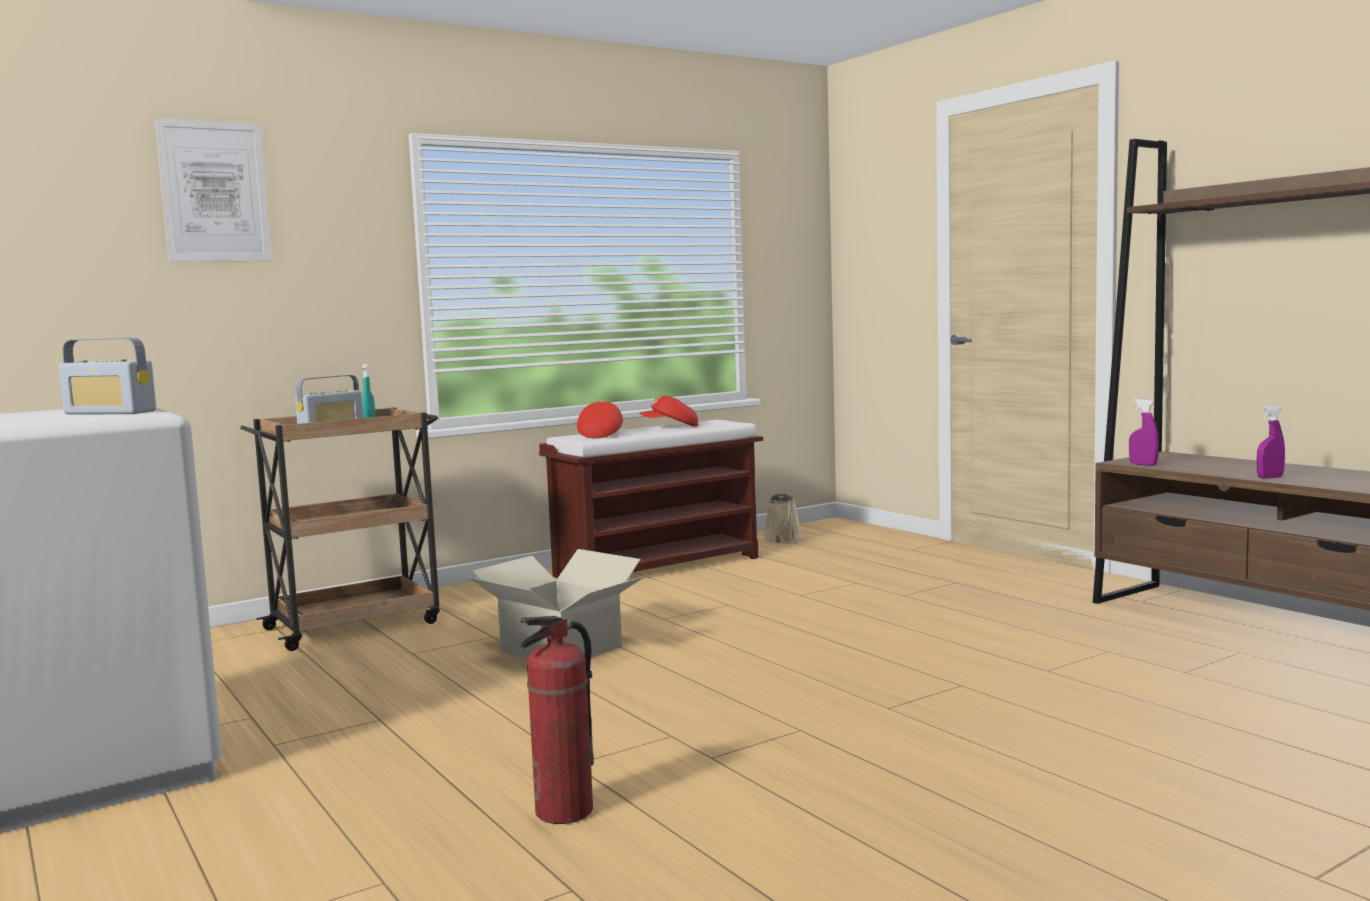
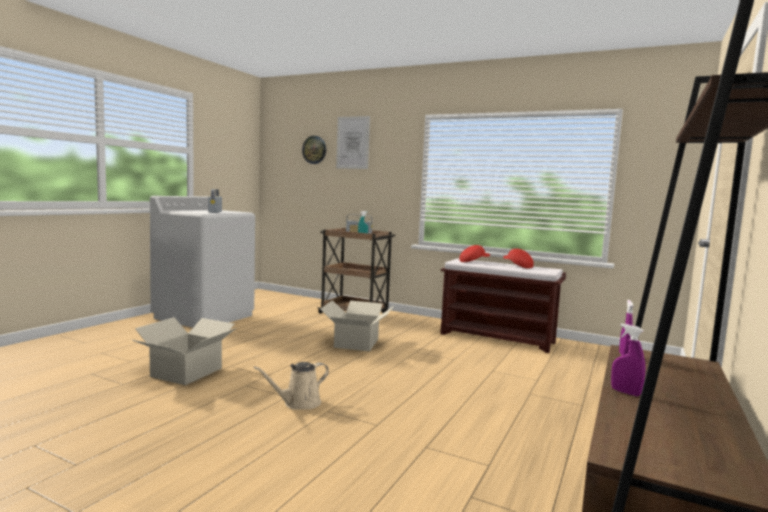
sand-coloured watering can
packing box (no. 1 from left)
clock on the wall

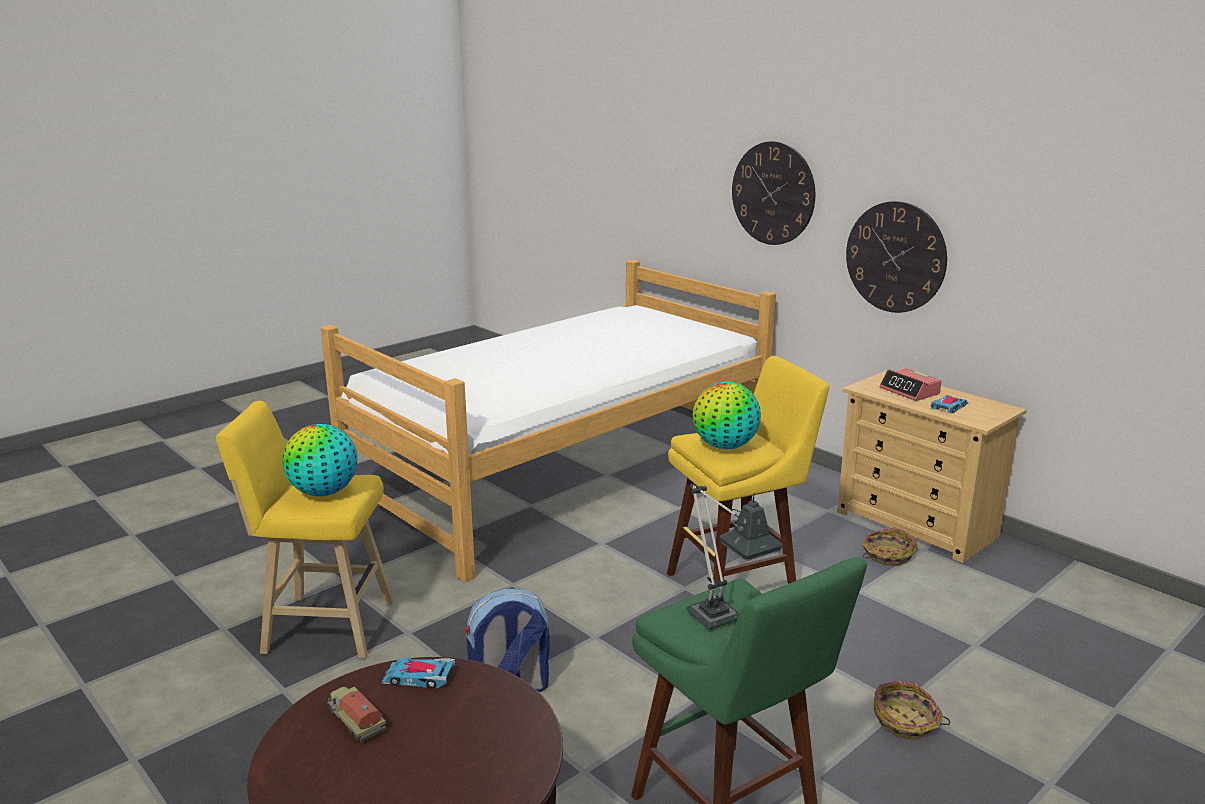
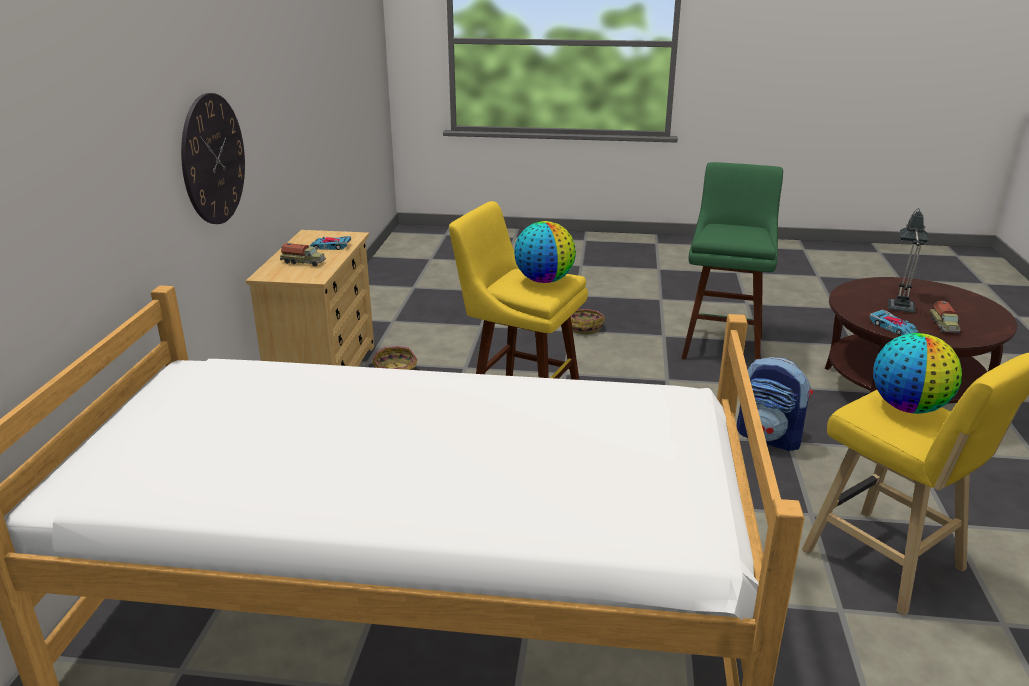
clock on the wall (no. 1 from left in the first image)
model truck (no. 1 from left)
lamp for a table

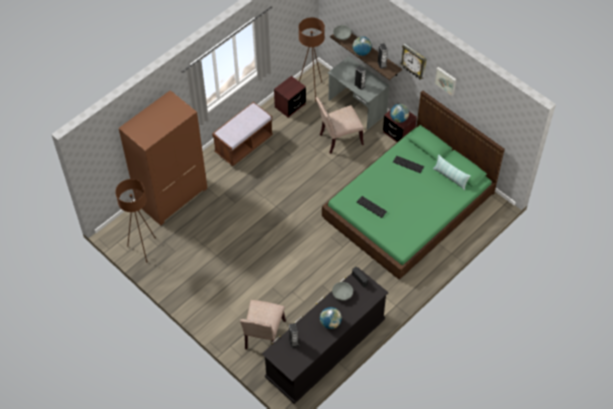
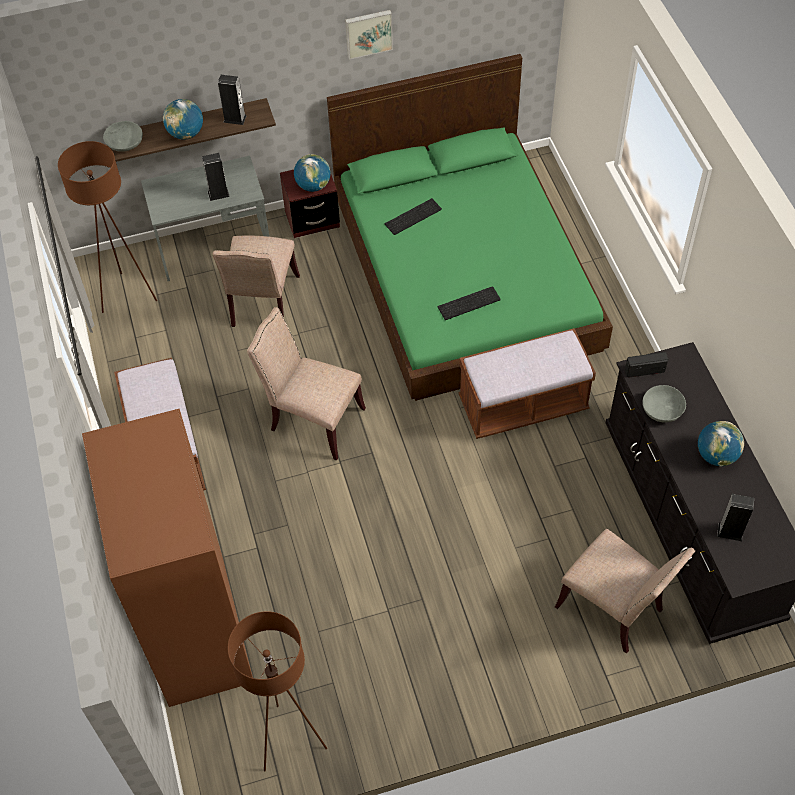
clock on the wall
brown-coloured nightstand (no. 1 from left in the first image)
cushion
sand-coloured plain chair (no. 2 from left)
brown-coloured indoor bench (no. 2 from left)

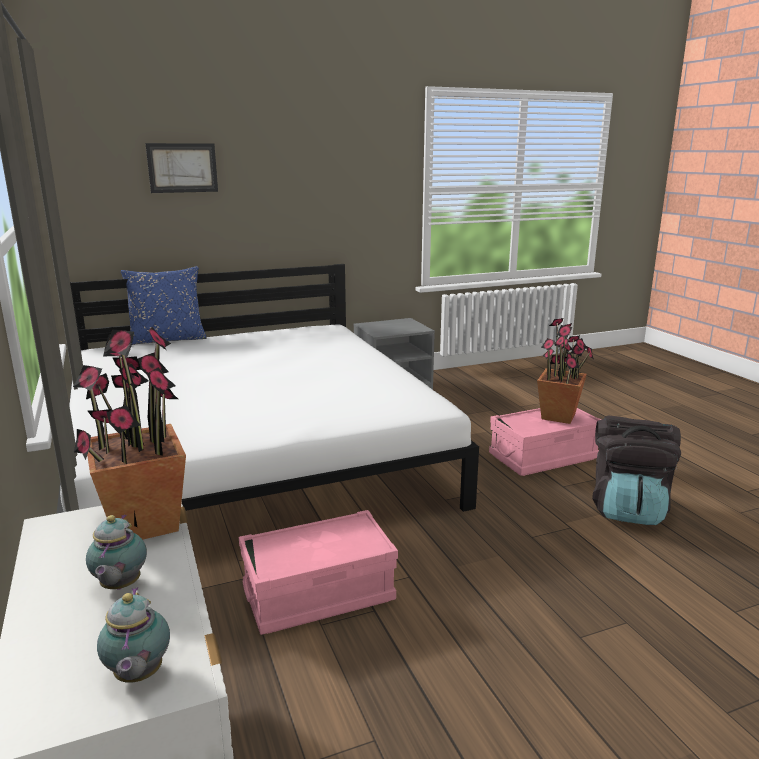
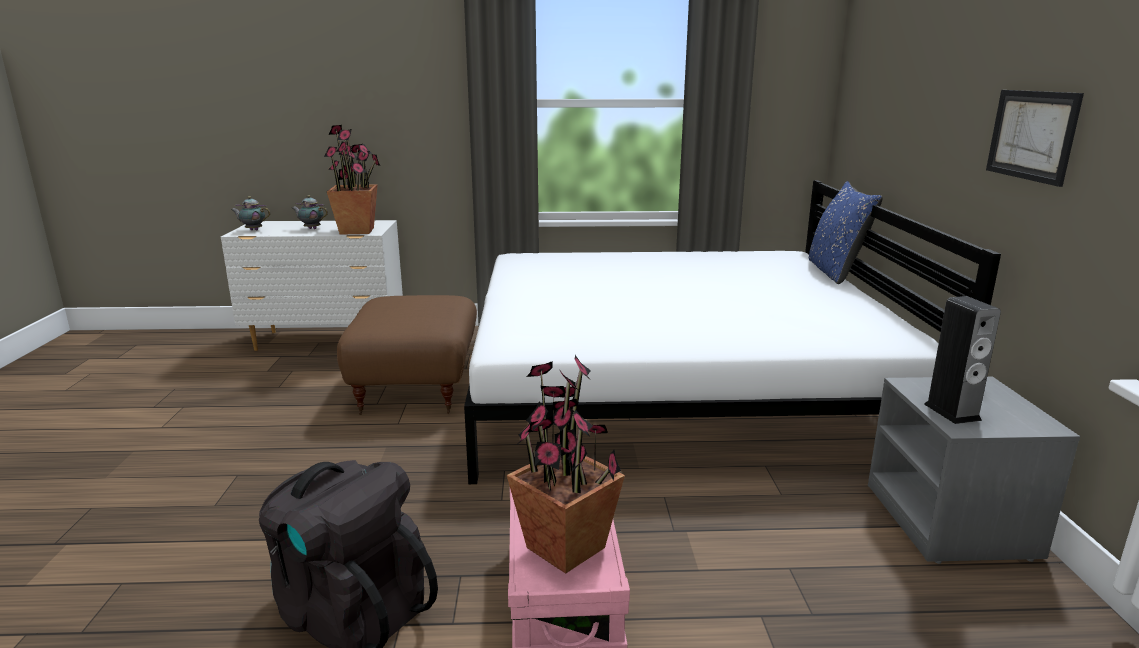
wall picture
brown-coloured footrest
loudspeaker

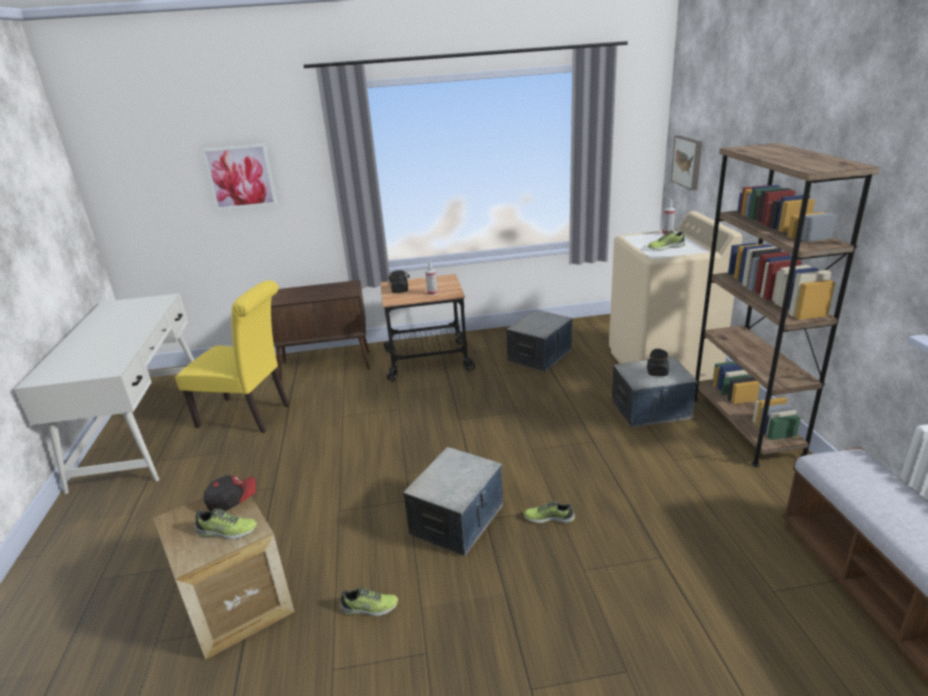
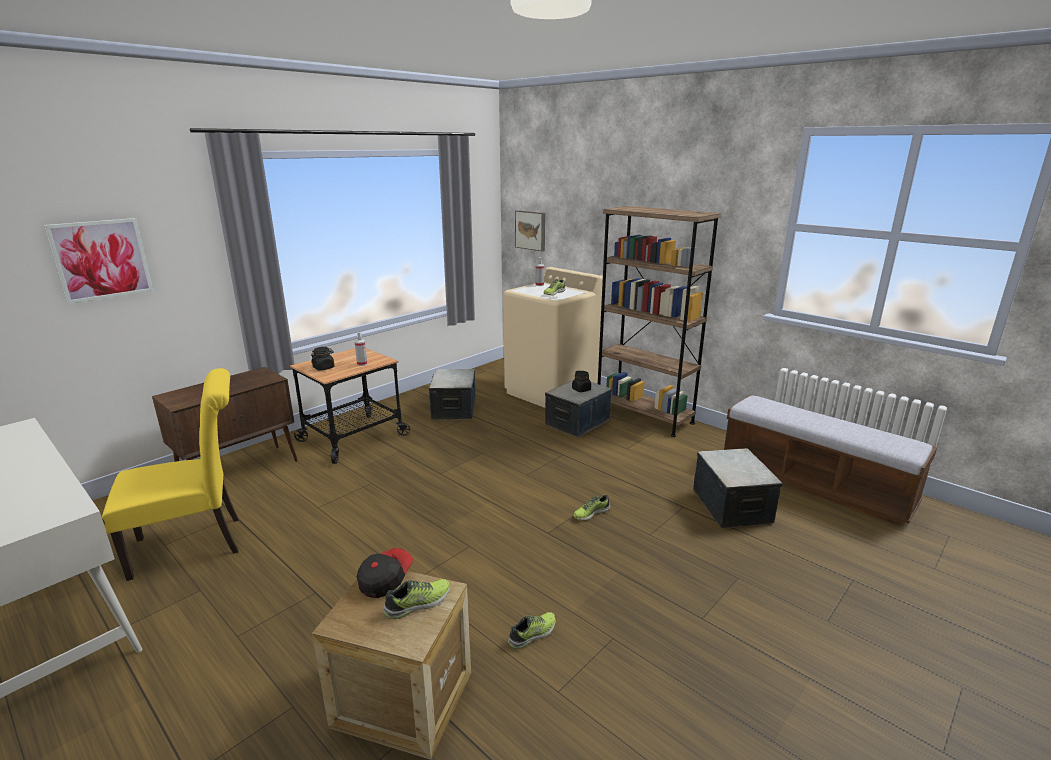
storage container (no. 3 from left)

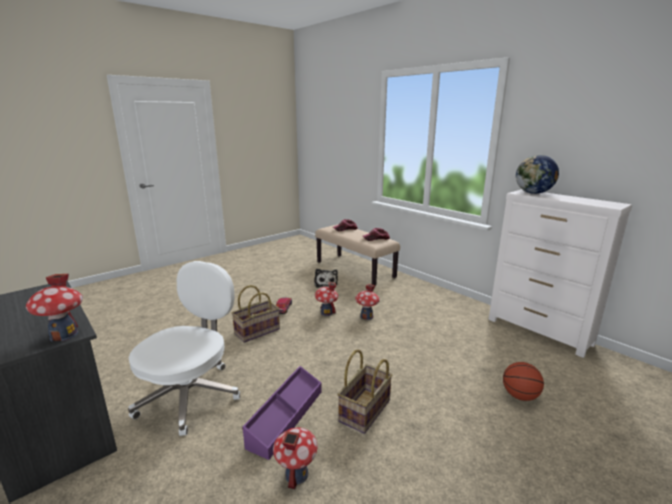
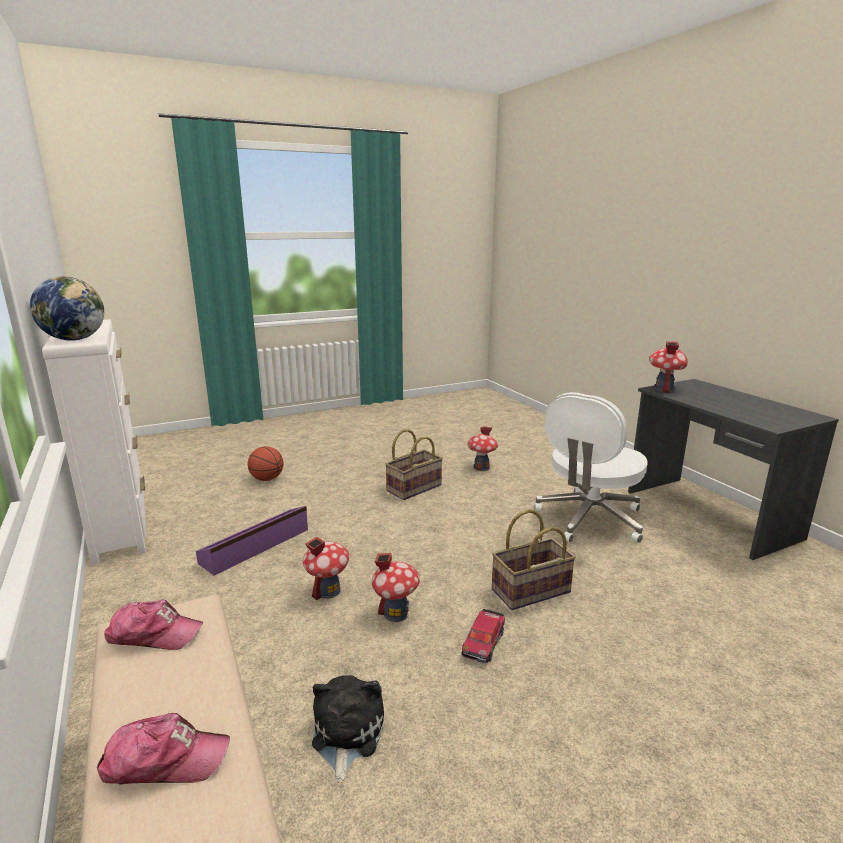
purple storage container

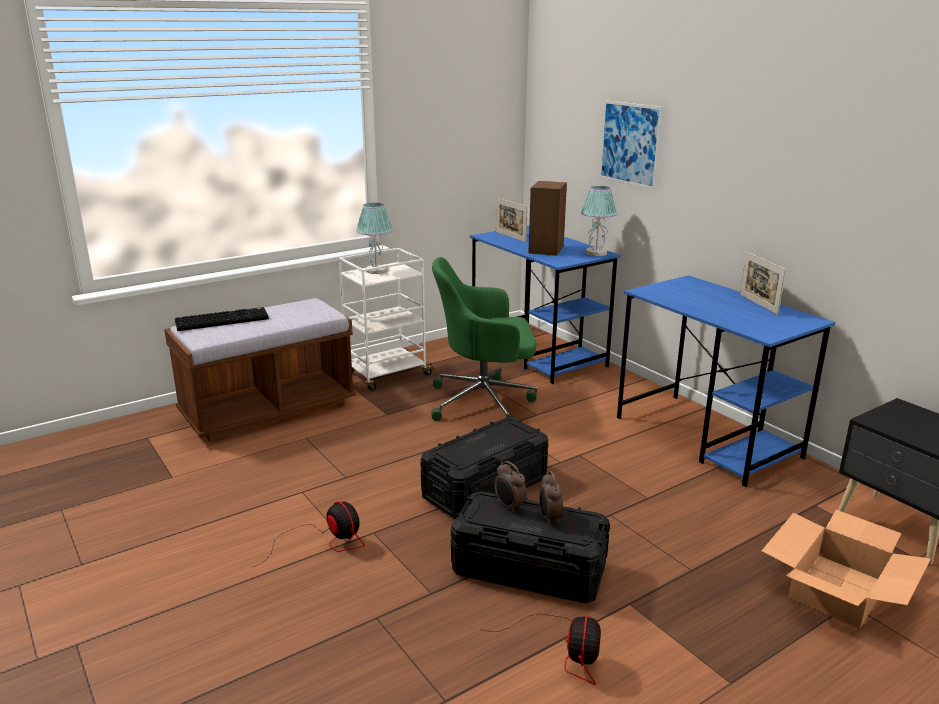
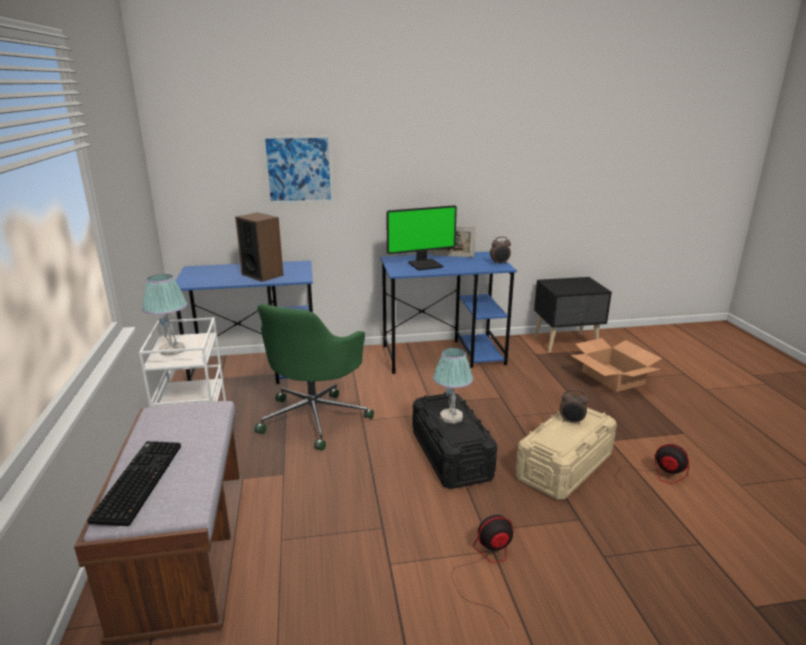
lamp for a table (no. 2 from left)
photo frame (no. 1 from left in the first image)
alarm clock (no. 1 from left)
sand-coloured storage container
monitor

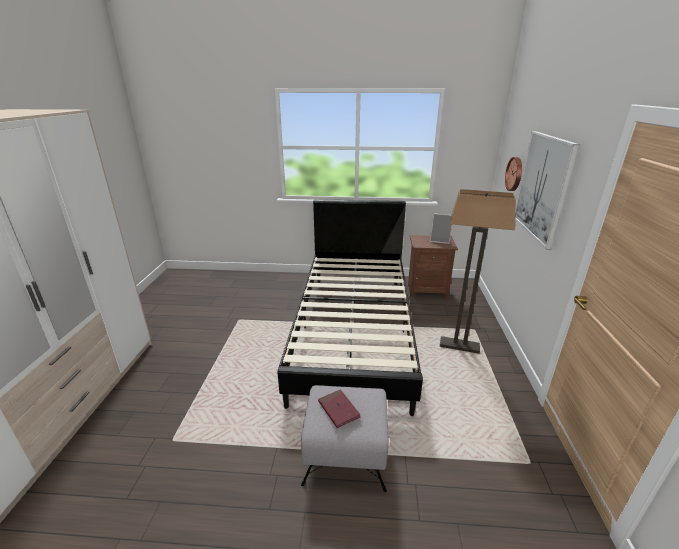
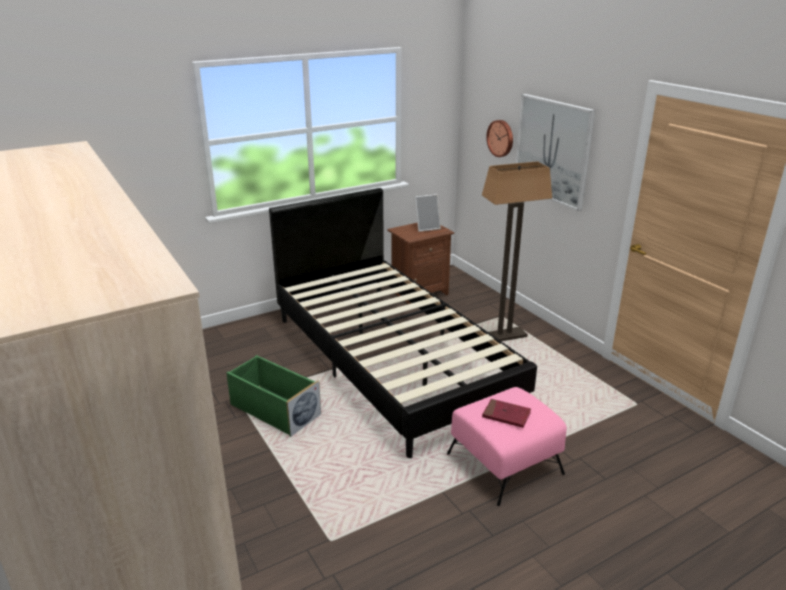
pink-coloured footrest
greenish storage container

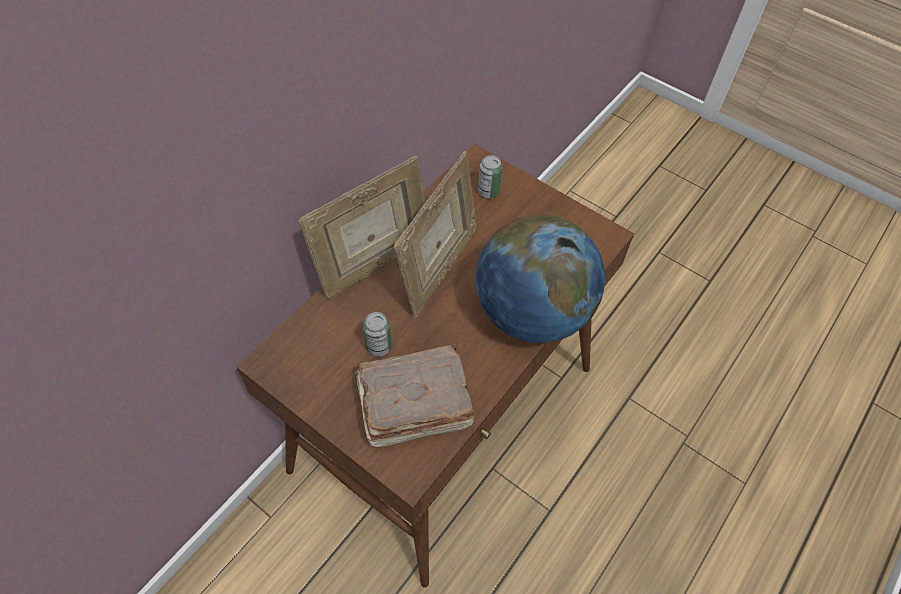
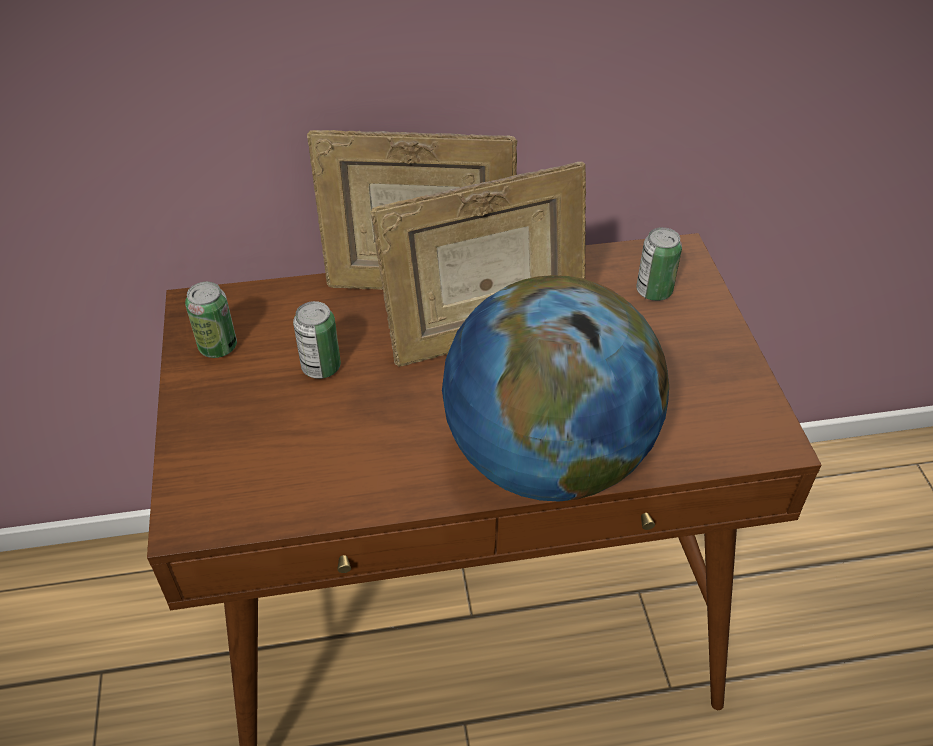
brown-coloured book
metal can (no. 1 from left)

